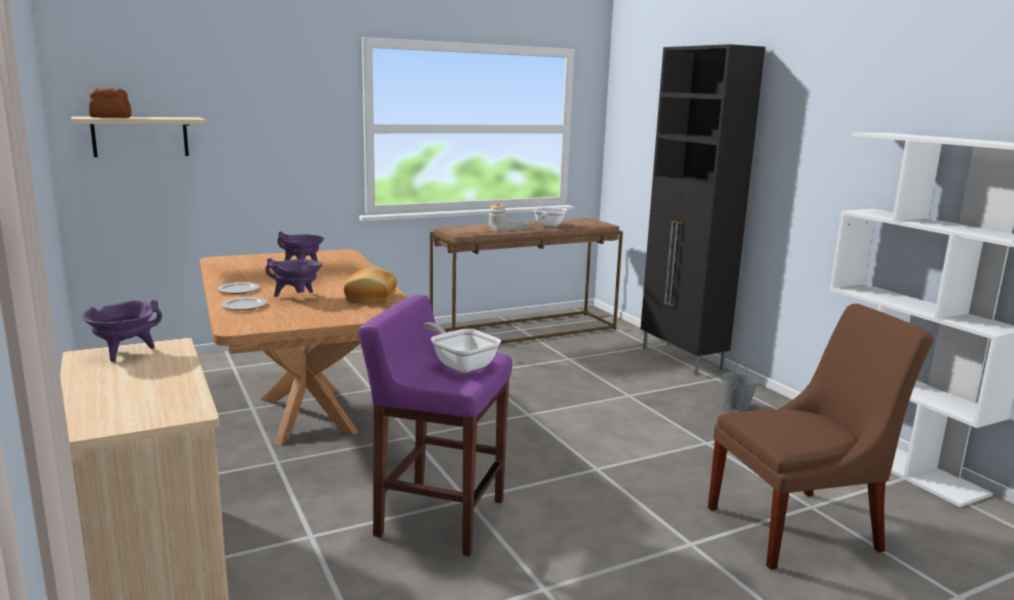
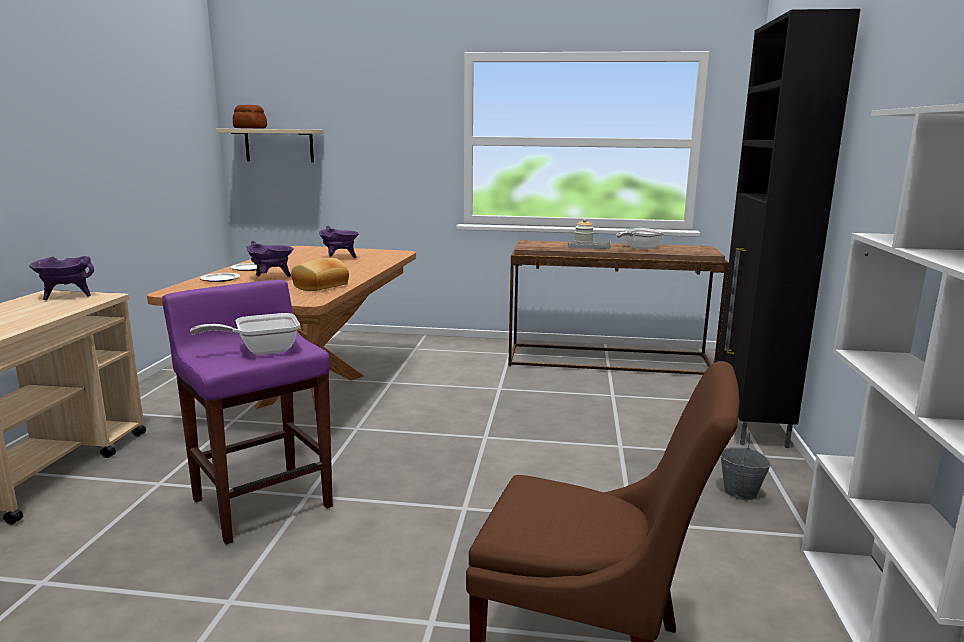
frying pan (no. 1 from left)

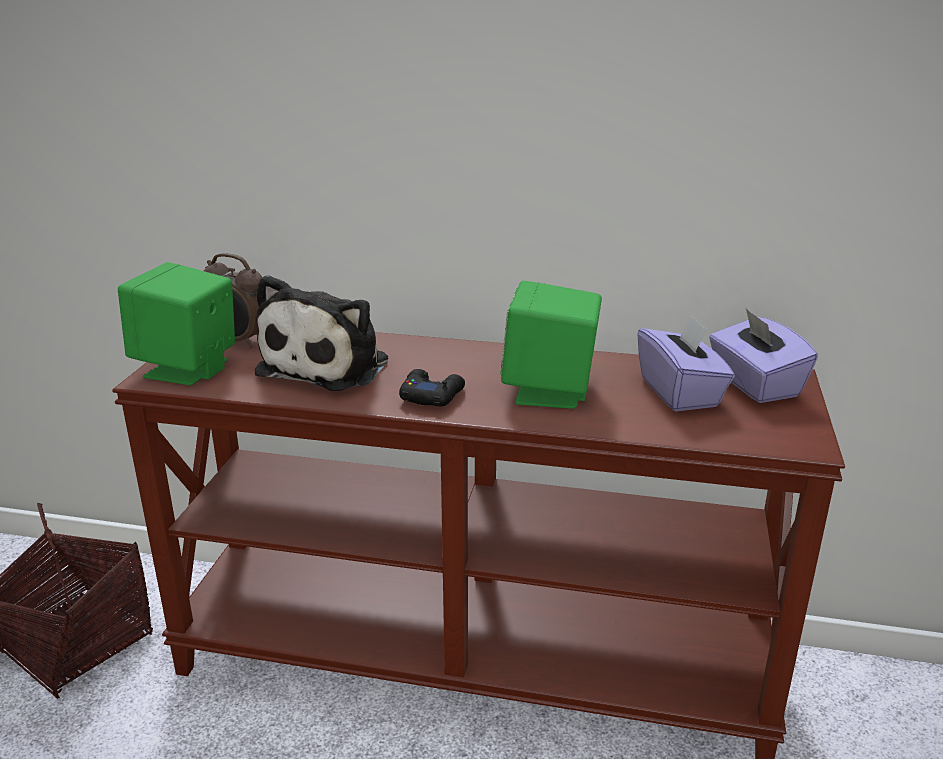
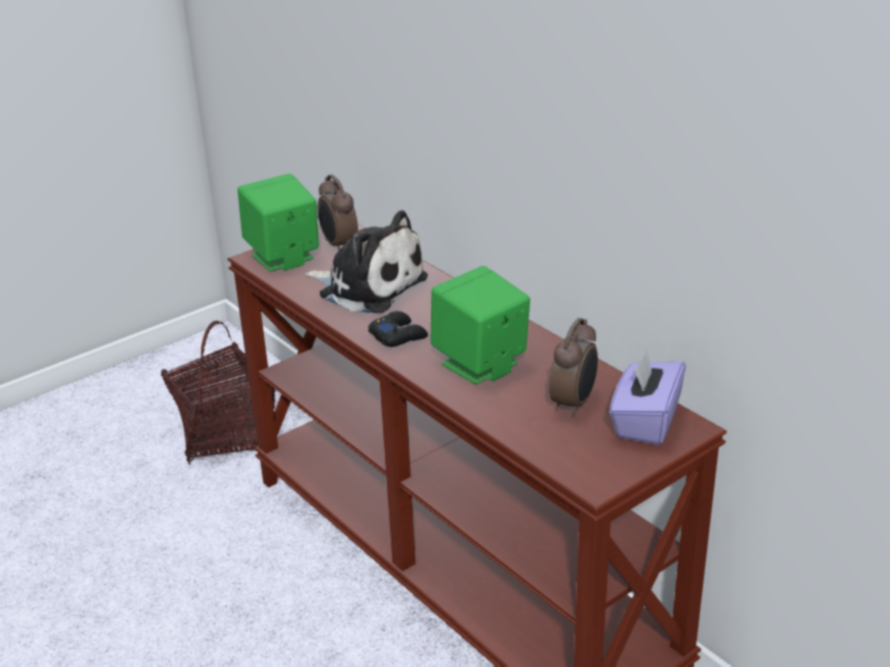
cuddly toy
alarm clock (no. 2 from left)

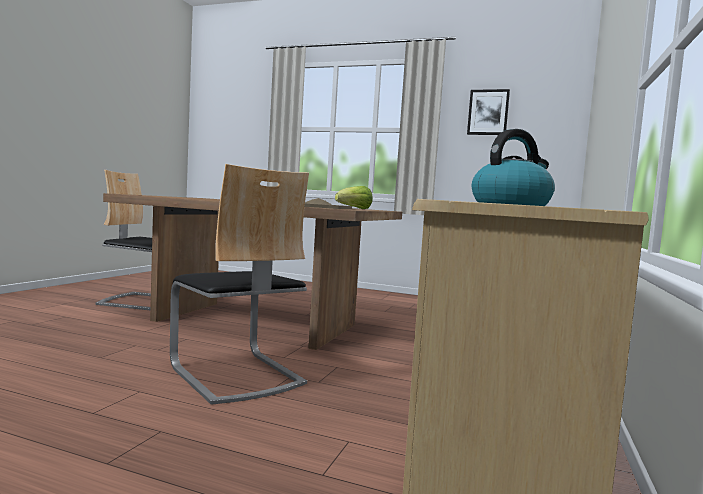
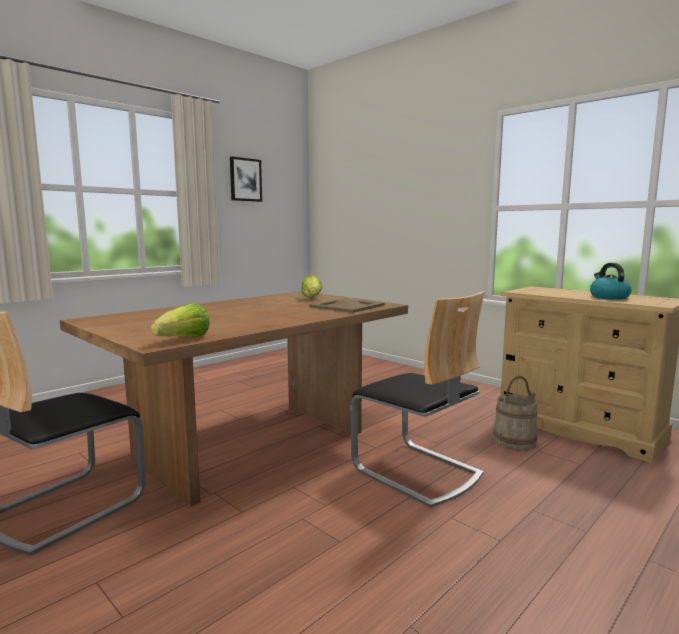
plain chair (no. 2 from left)
head of lettuce (no. 1 from left)
sand-coloured water bucket

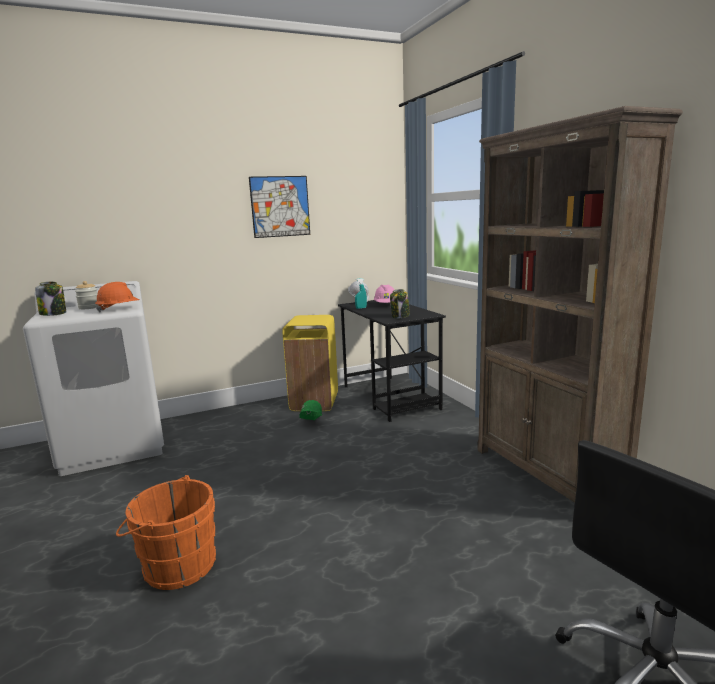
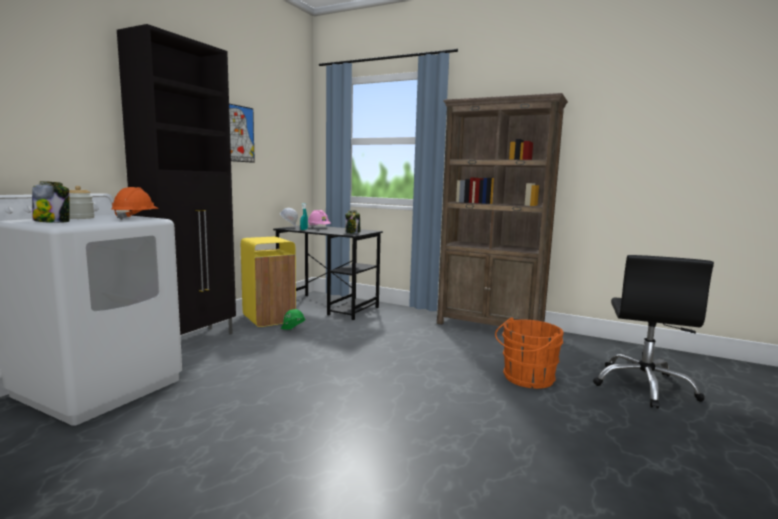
orange water bucket
black-coloured cupboard

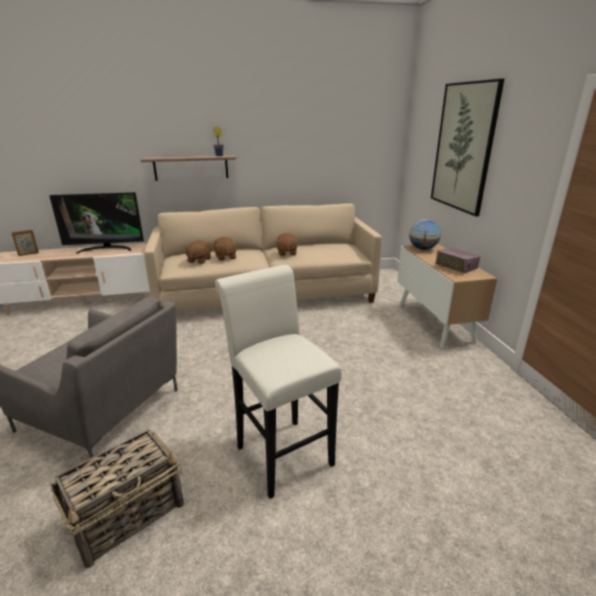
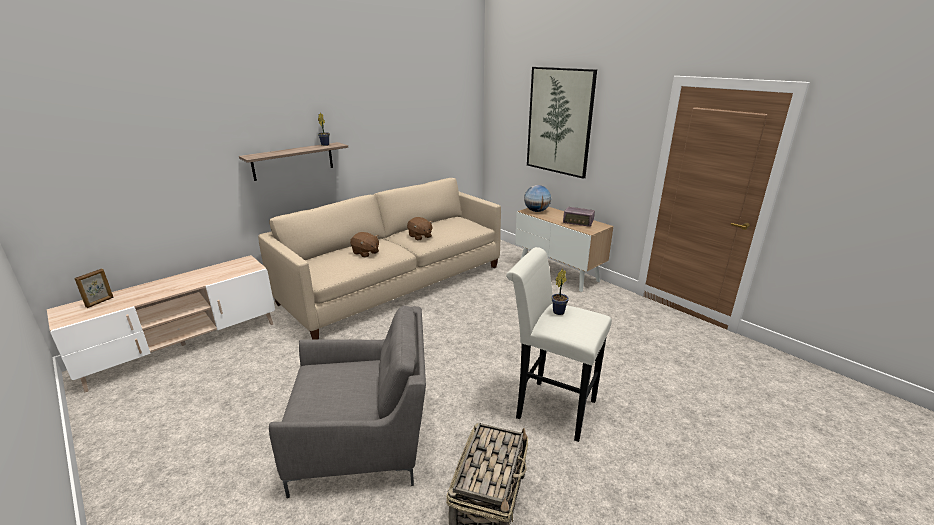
television
brown-coloured cuddly toy (no. 1 from left in the first image)
potted plant (no. 2 from left)

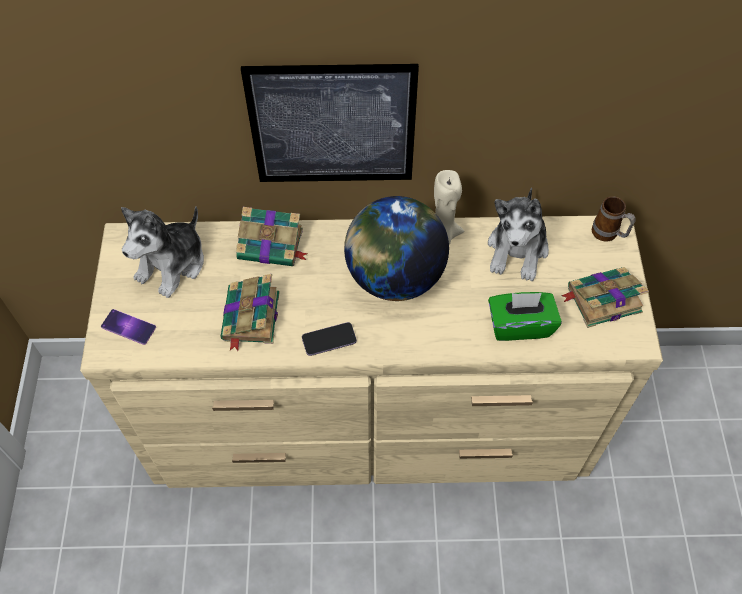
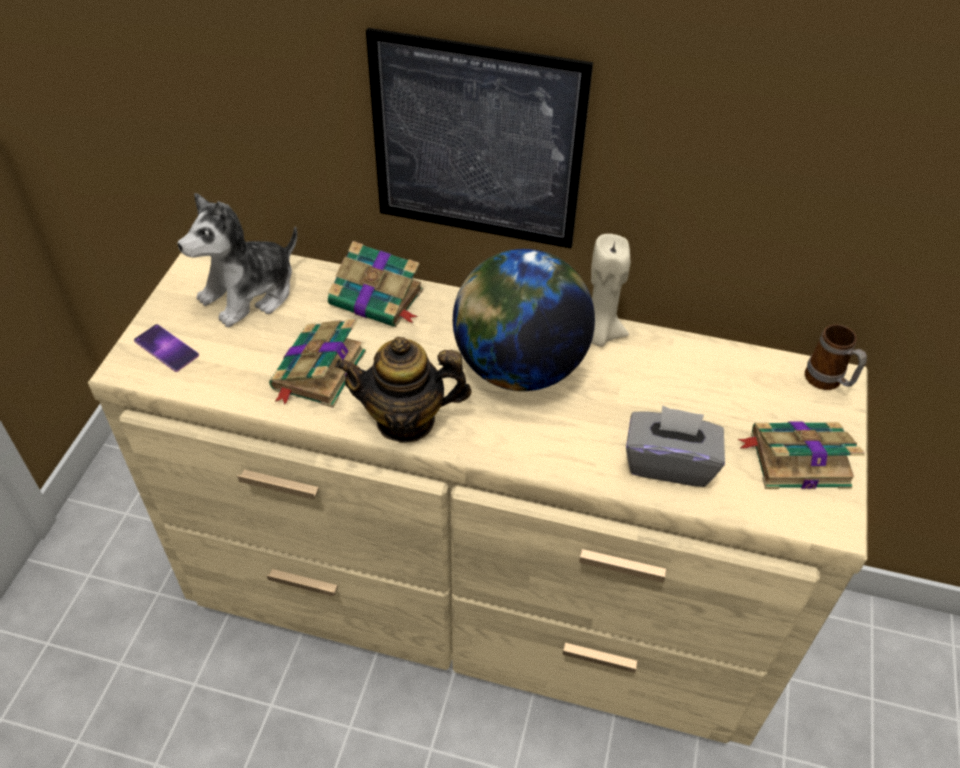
cuddly toy (no. 2 from left in the first image)
gray tissue holder
teapot

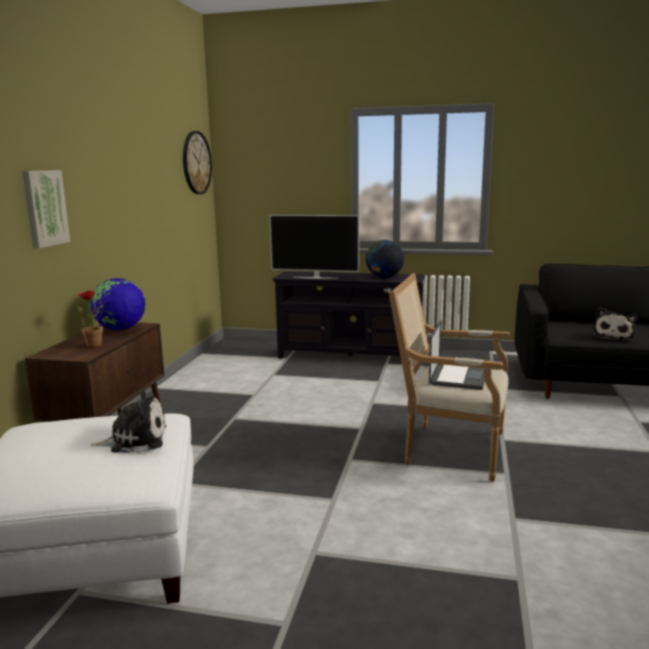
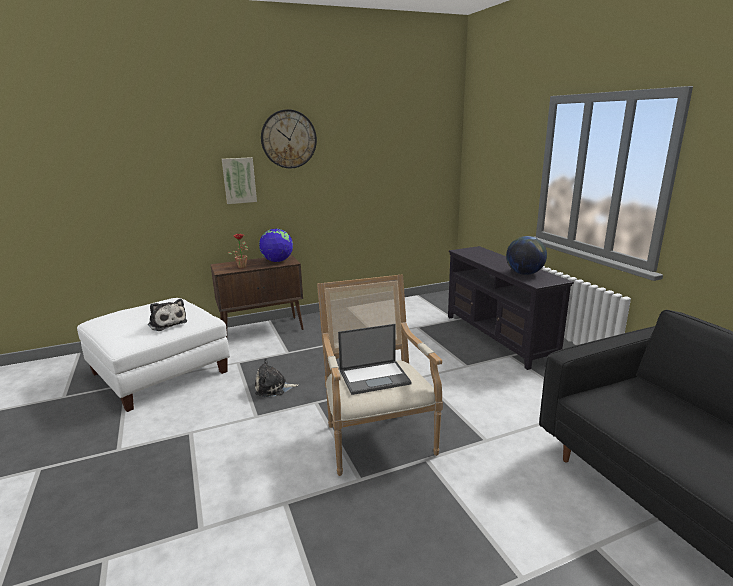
clock on the wall
television
cuddly toy (no. 2 from left)

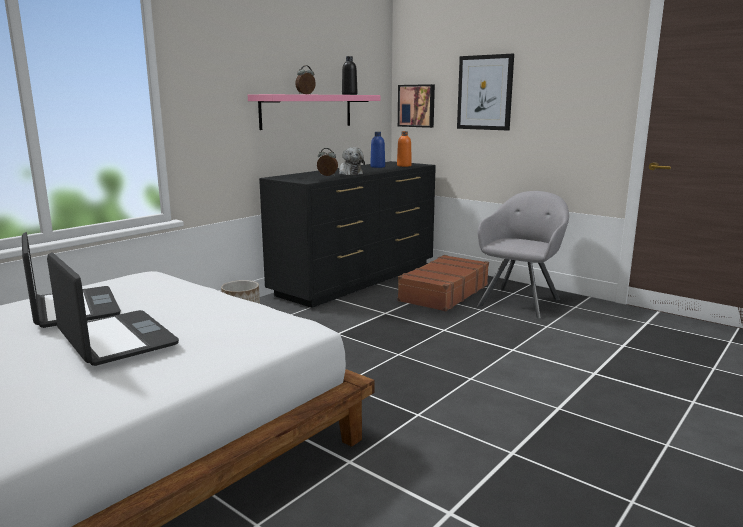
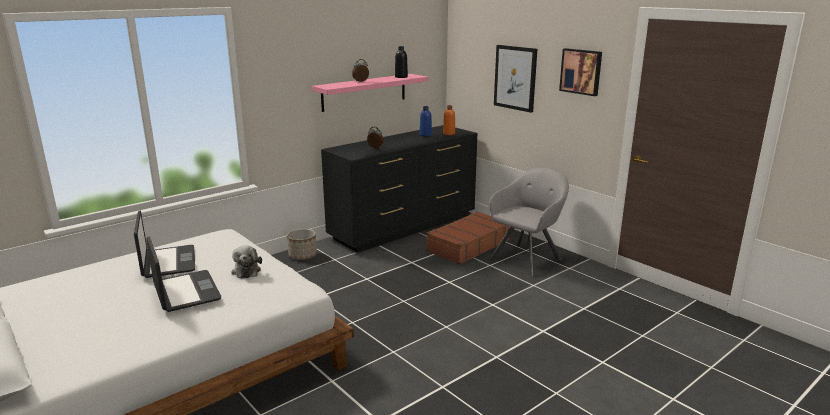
wall picture (no. 2 from left)
cuddly toy

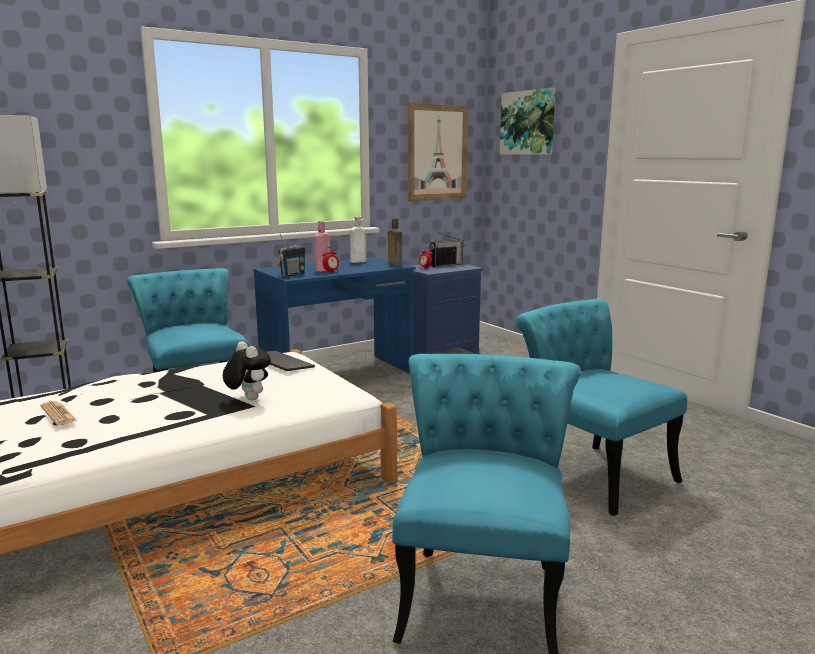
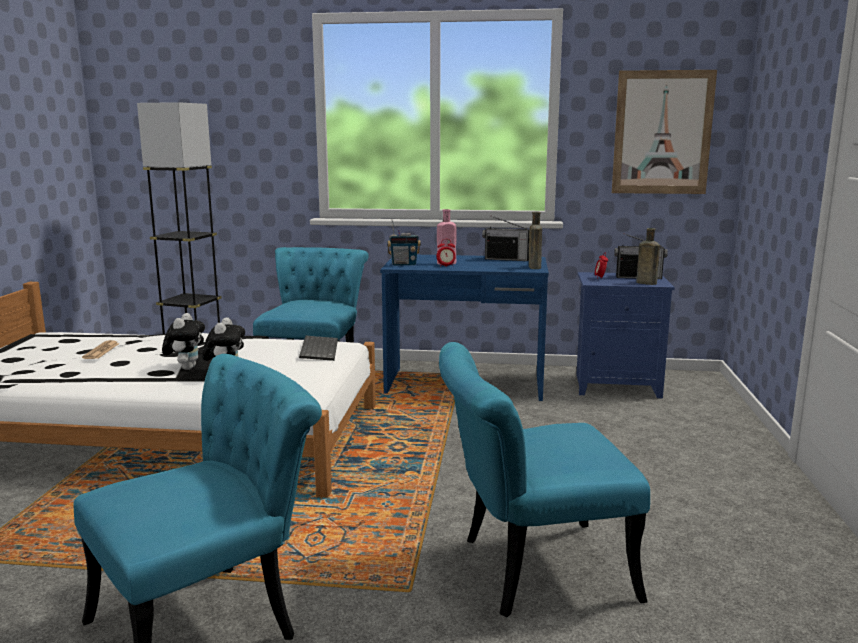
wall picture (no. 2 from left in the first image)
radio (no. 2 from left)
turquoise plain chair (no. 3 from left)
brown-coloured beverage bottle (no. 2 from left)
cuddly toy (no. 1 from left)

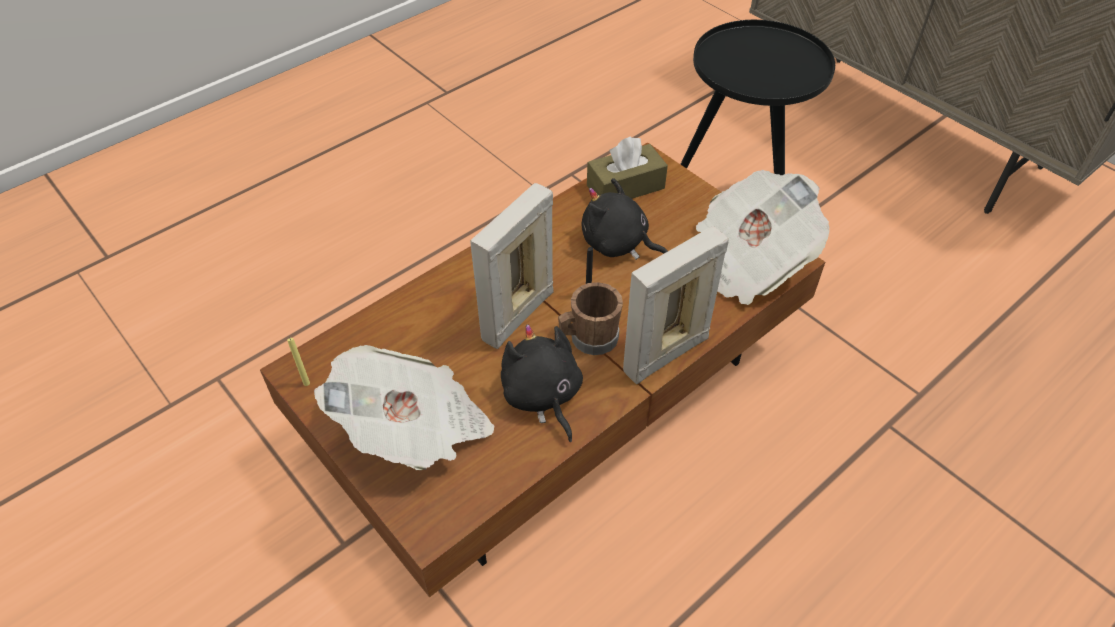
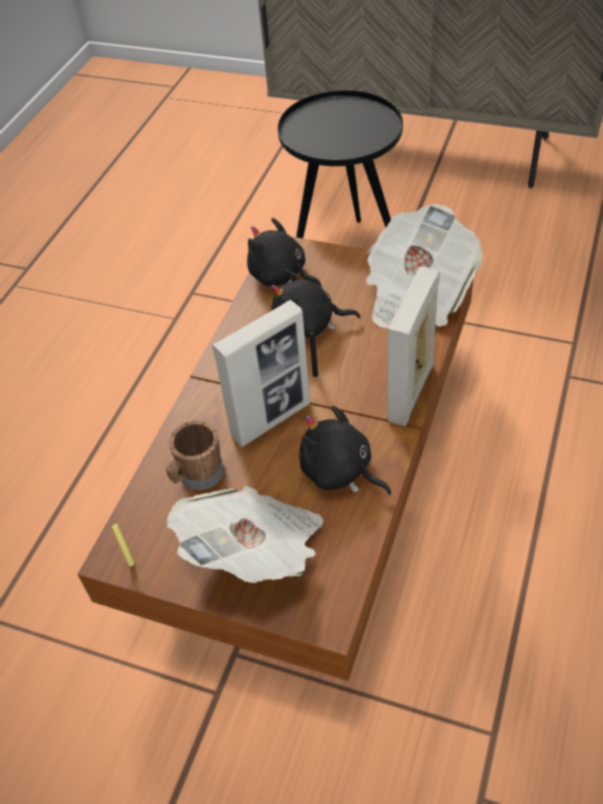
black-coloured cuddly toy (no. 1 from left)
photo frame (no. 1 from left)
brown-coloured coffee mug

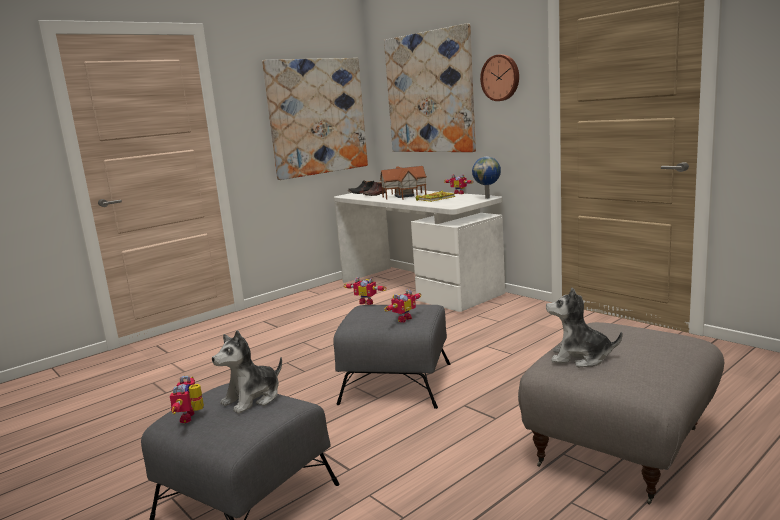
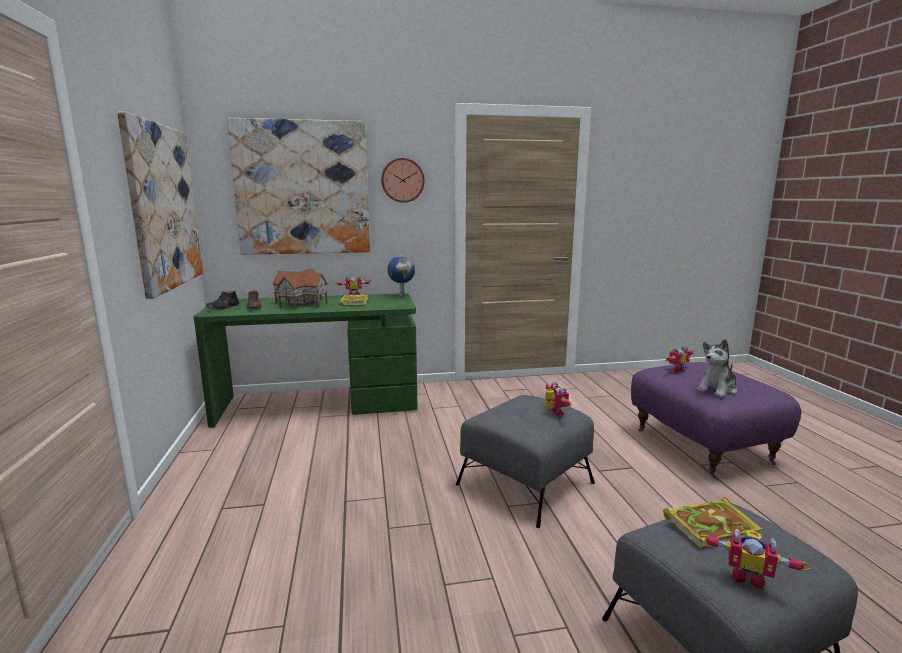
greenish desk table
model robot (no. 3 from left)
purple footrest
book (no. 2 from left)

